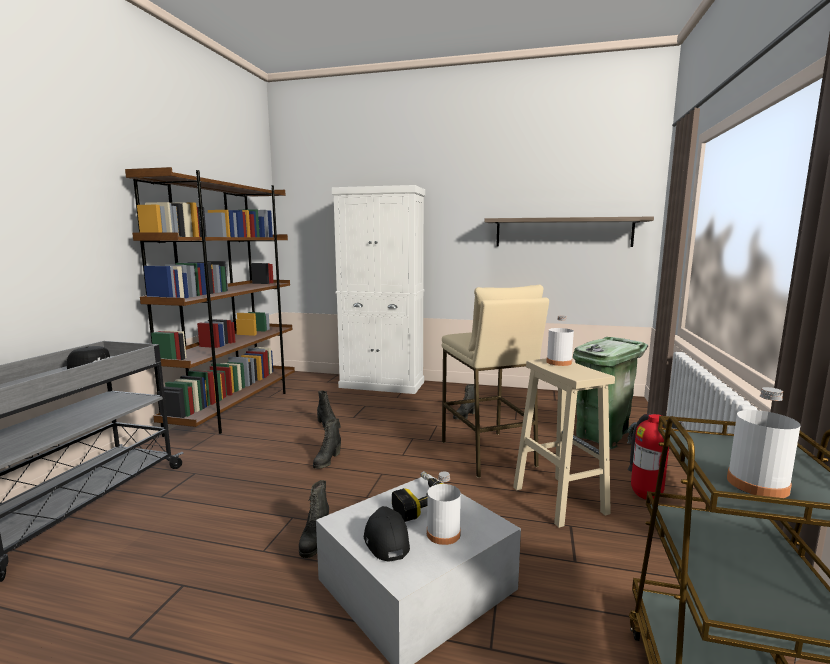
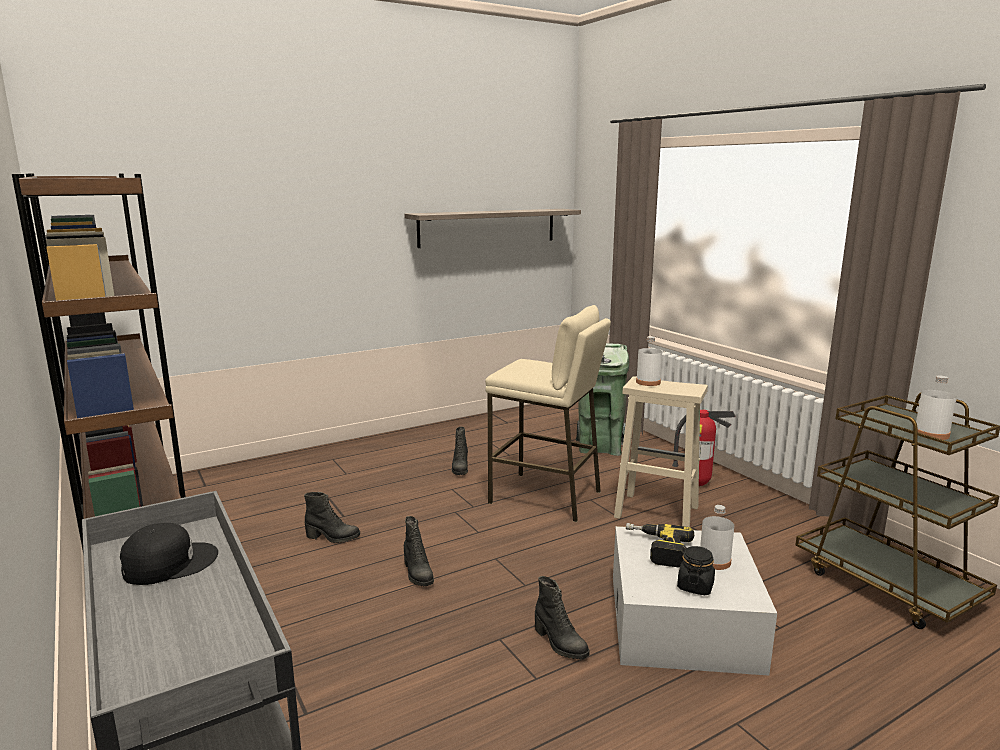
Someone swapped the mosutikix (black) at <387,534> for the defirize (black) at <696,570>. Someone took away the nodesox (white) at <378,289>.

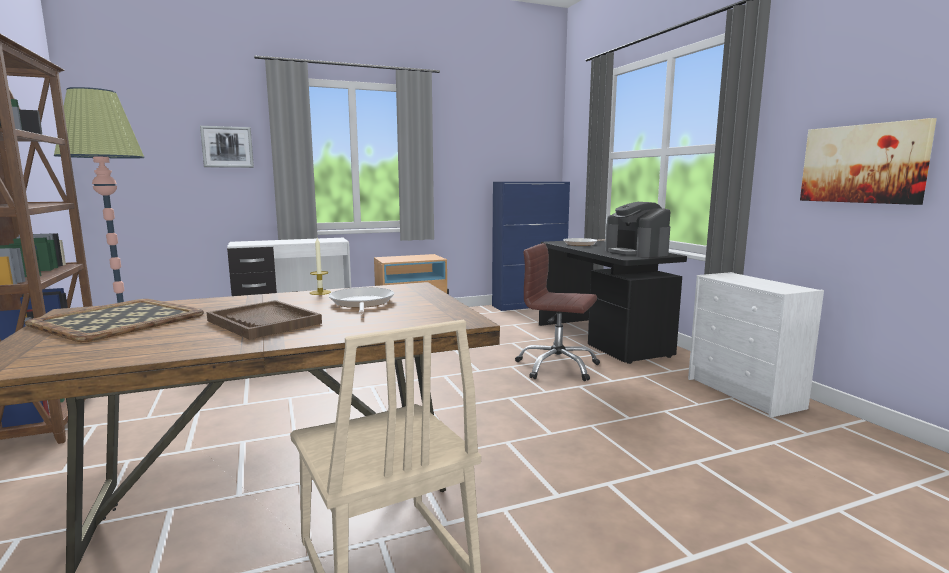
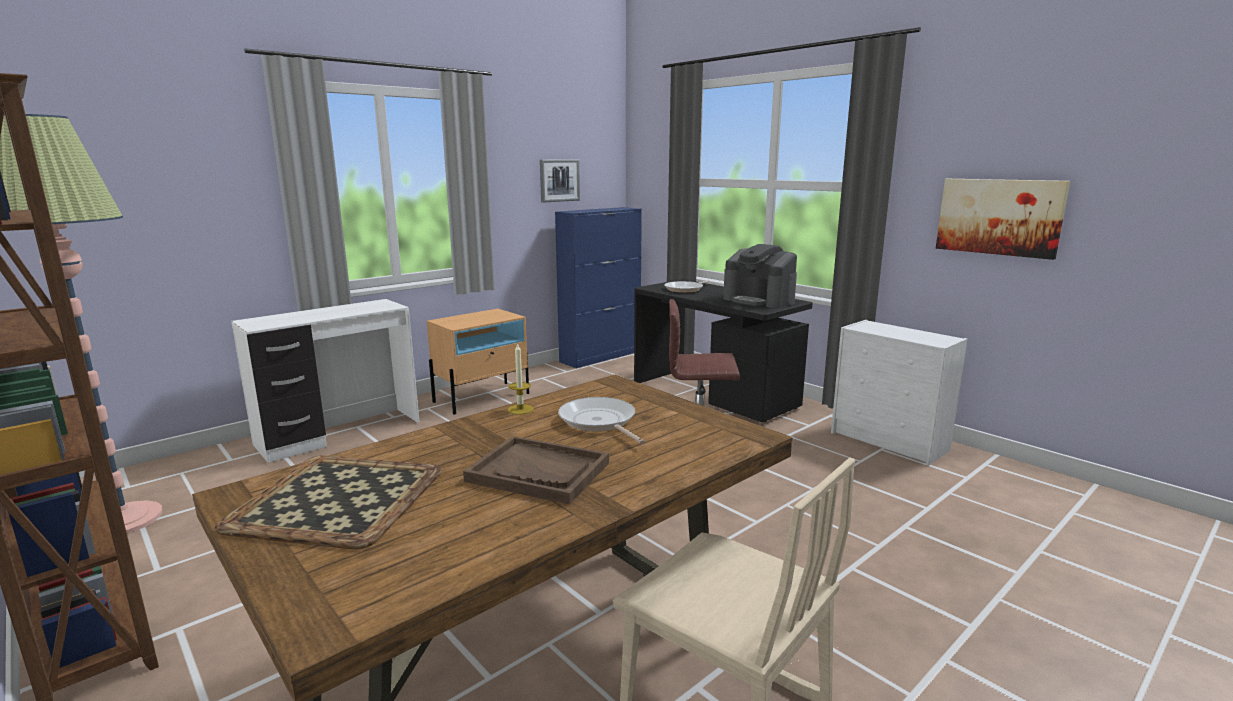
Someone carried the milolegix from <227,147> to <560,181>.

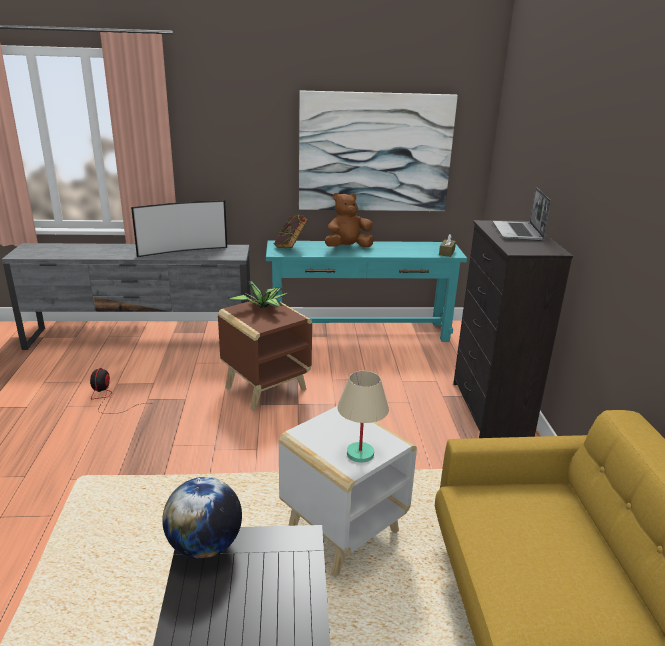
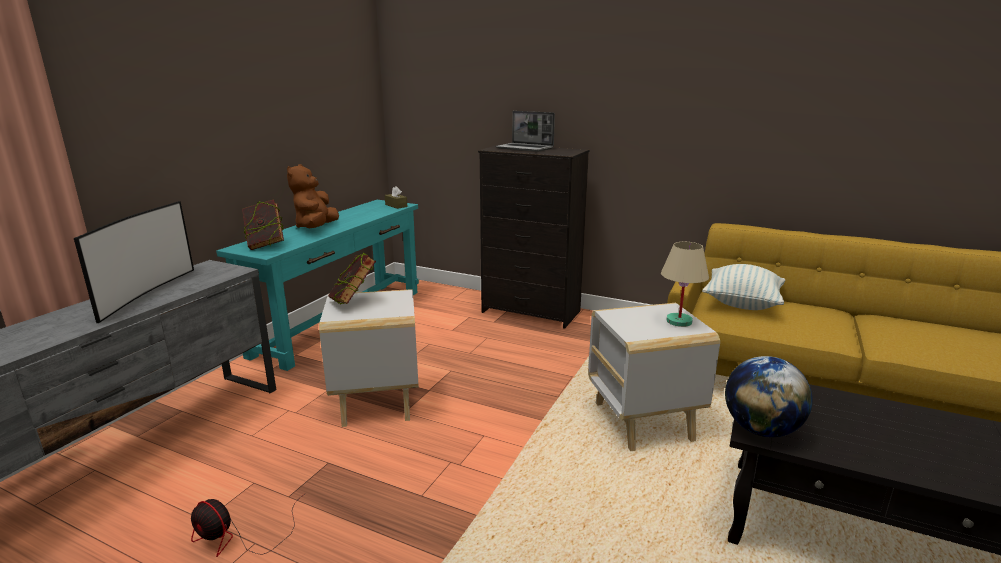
Someone repainted the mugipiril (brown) at <265,355>, which became the mugipiril (white) at <369,358>. Someone swapped the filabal at <258,294> for the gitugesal at <352,278>. Someone put down the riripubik at <743,287>. Someone took away the milolegix at <378,150>.

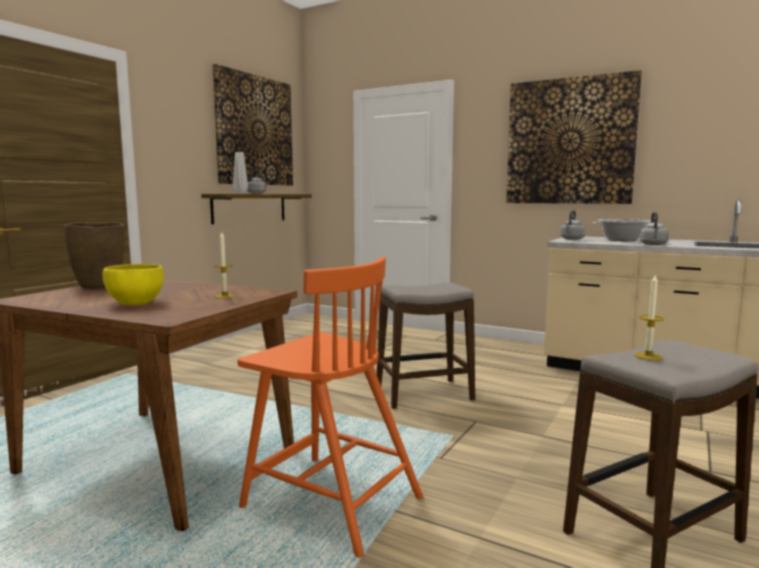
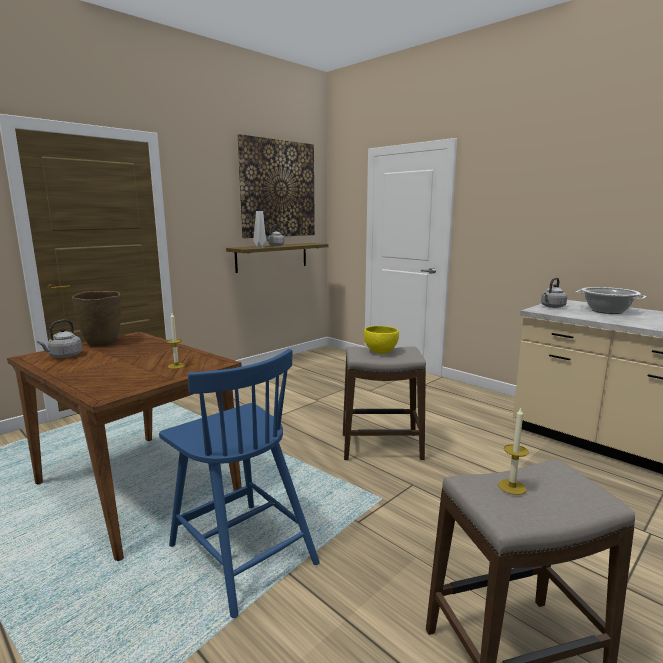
Someone carried the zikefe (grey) from <654,228> to <59,338>. Someone repainted the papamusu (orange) at <330,407>, which became the papamusu (blue) at <239,483>. Someone carried the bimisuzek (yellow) from <133,284> to <381,340>. Someone took away the milolegix at <574,137>.

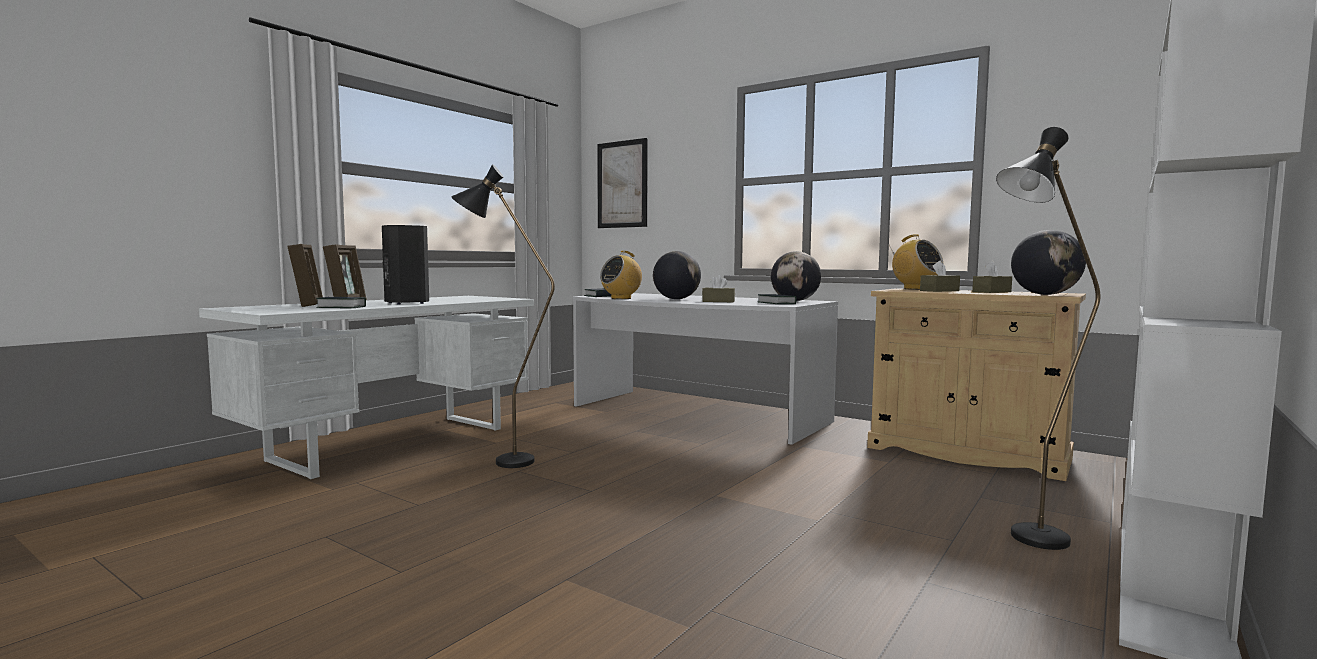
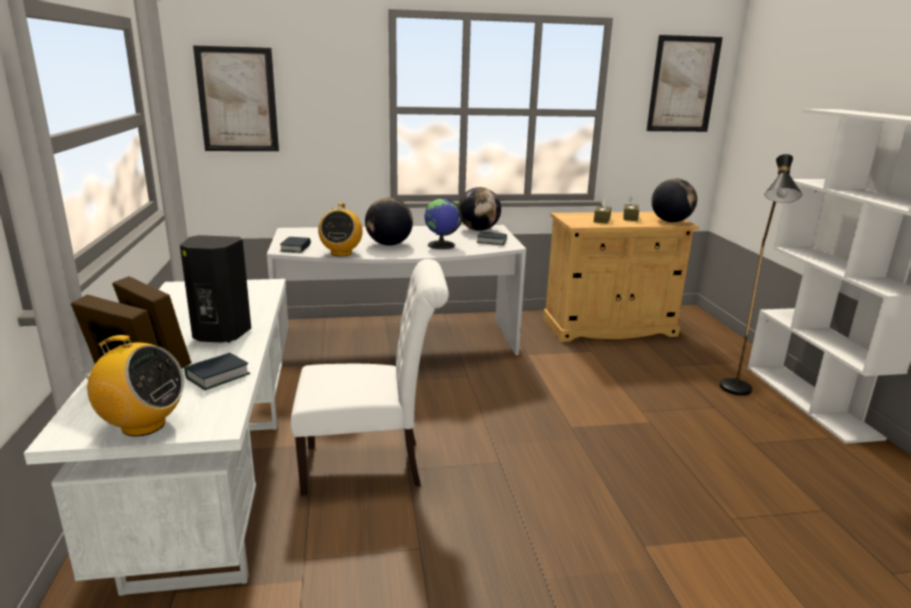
Someone carried the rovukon from <916,262> to <129,386>. Someone swapped the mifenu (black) at <503,316> for the papamusu (white) at <370,377>. Someone swapped the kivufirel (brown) at <718,288> for the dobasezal at <443,224>. Someone put up the milolegix at <685,83>.

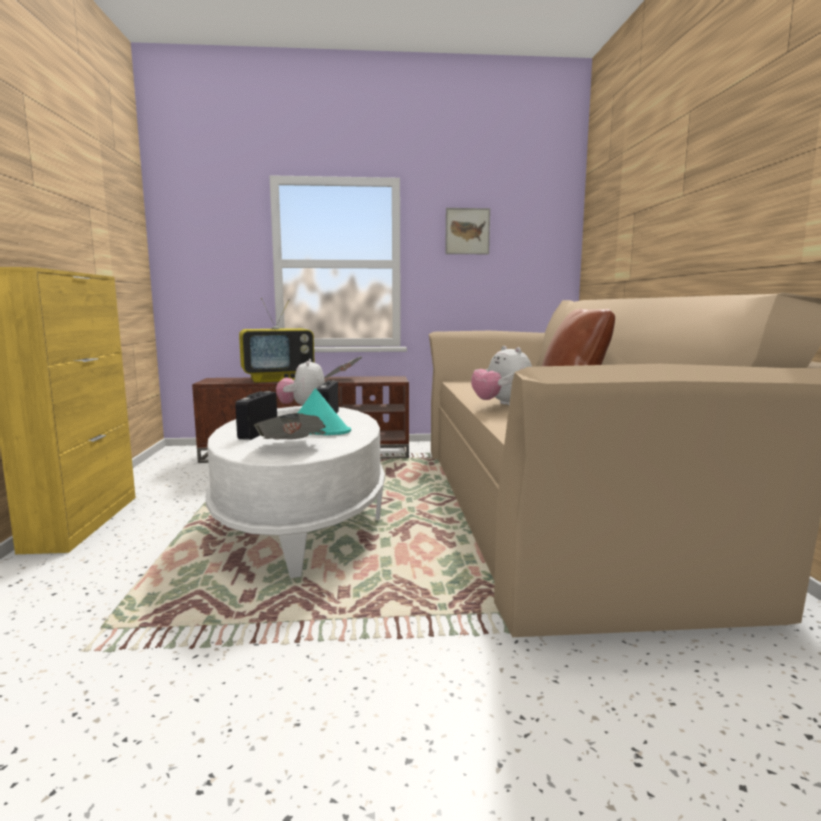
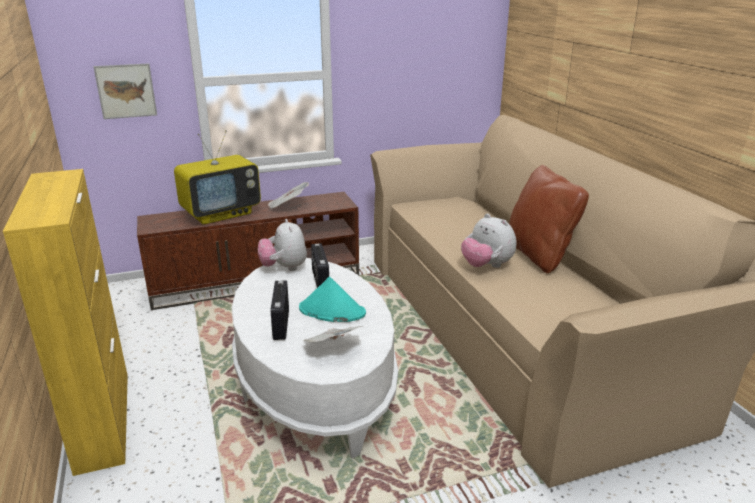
Someone carried the milolegix from <467,231> to <125,91>.

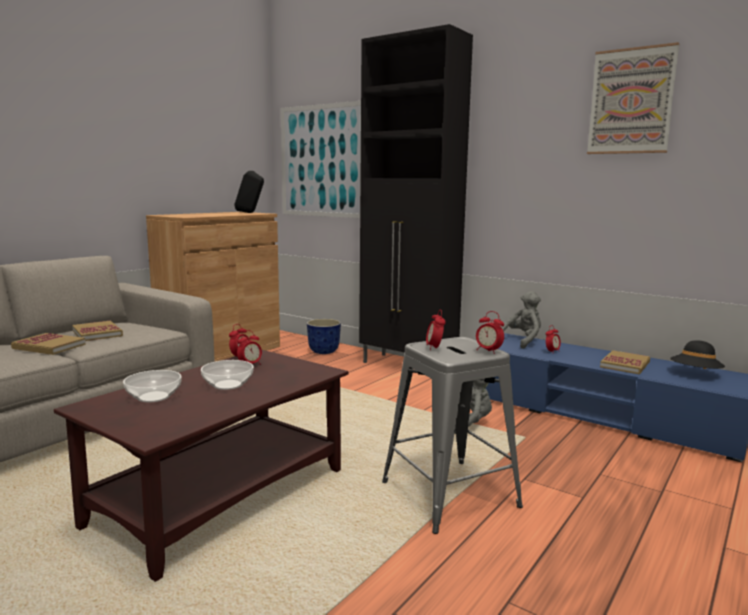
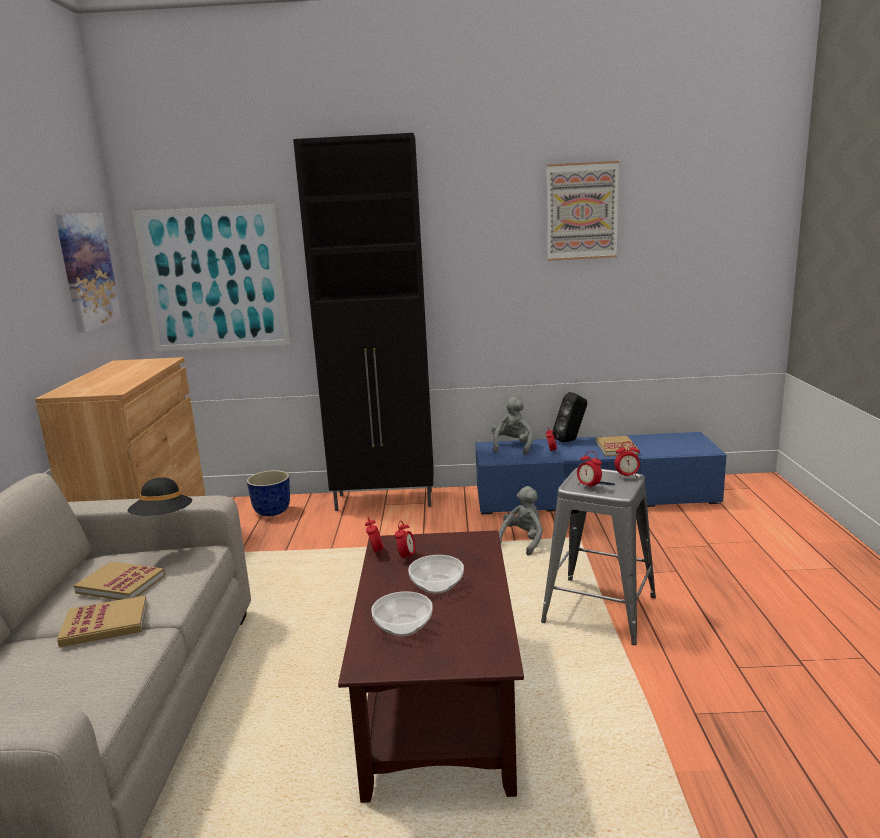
Someone put up the milolegix at <88,273>. Someone carried the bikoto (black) from <697,354> to <160,496>. Someone carried the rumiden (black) from <249,192> to <569,417>.

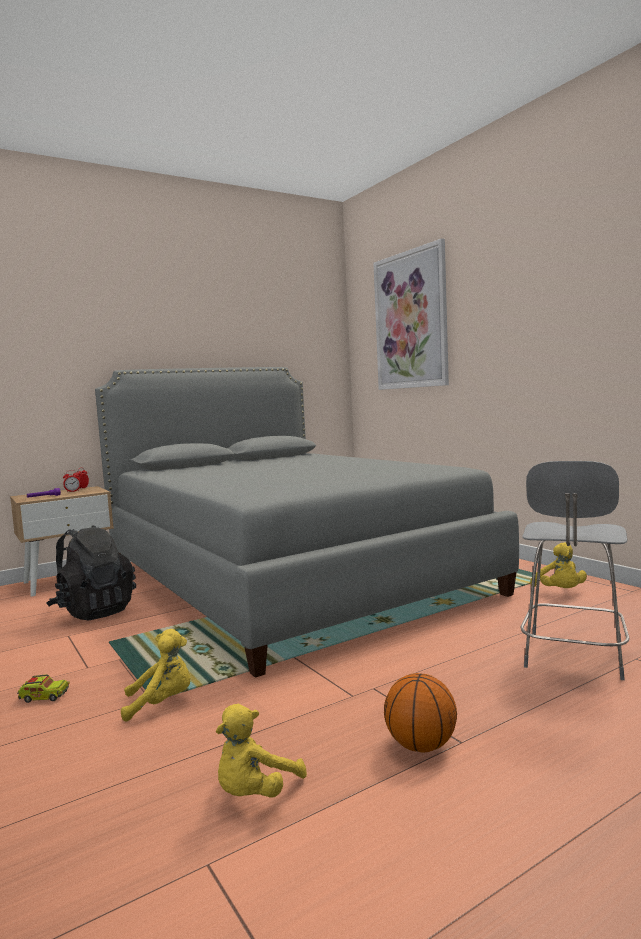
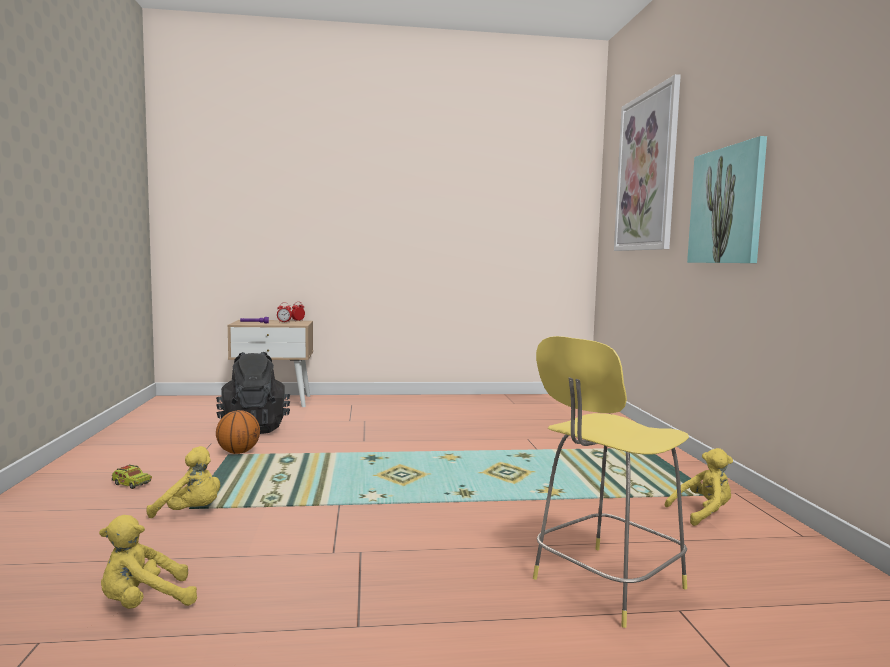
Someone carried the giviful from <420,713> to <238,432>. Someone repainted the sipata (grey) at <575,570>, which became the sipata (yellow) at <611,482>. Someone rotated the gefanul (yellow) at <558,565> by 120 degrees counterclockwise. Someone put up the milolegix at <727,199>. Someone took away the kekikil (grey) at <307,522>.

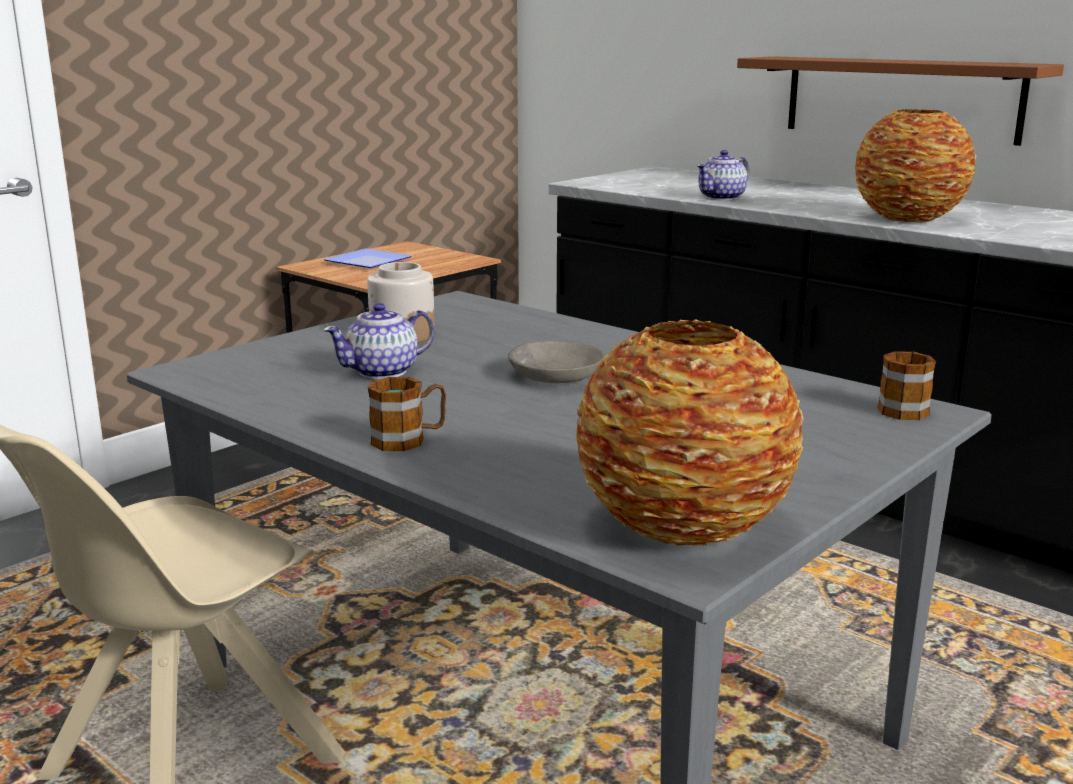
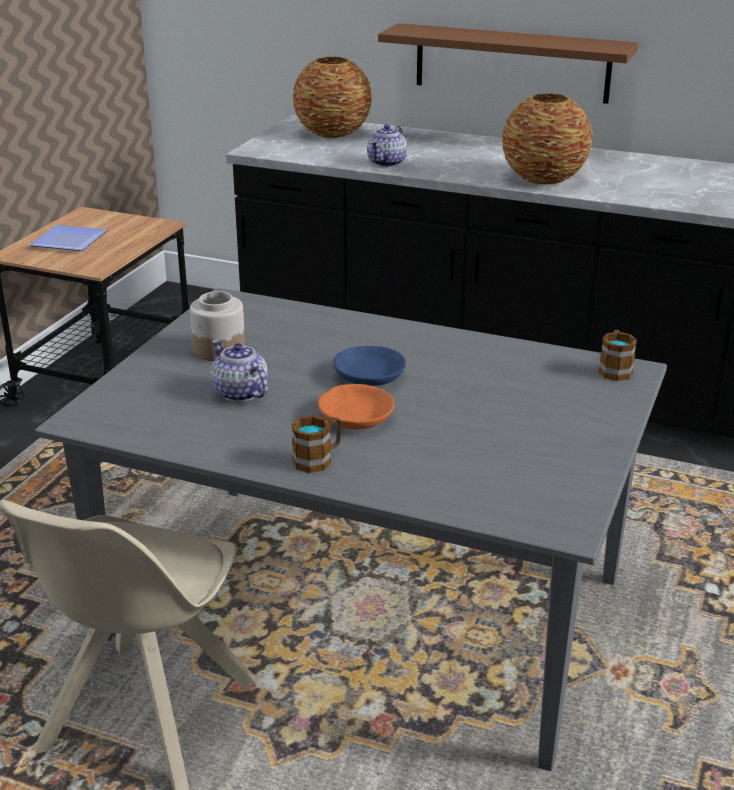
Someone rotated the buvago at <379,341> by 105 degrees clockwise. Someone carried the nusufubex from <689,432> to <332,97>. Someone put down the bimisuzek (orange) at <356,406>. Someone repainted the bimisuzek (grey) at <556,362>, which became the bimisuzek (blue) at <369,366>.

